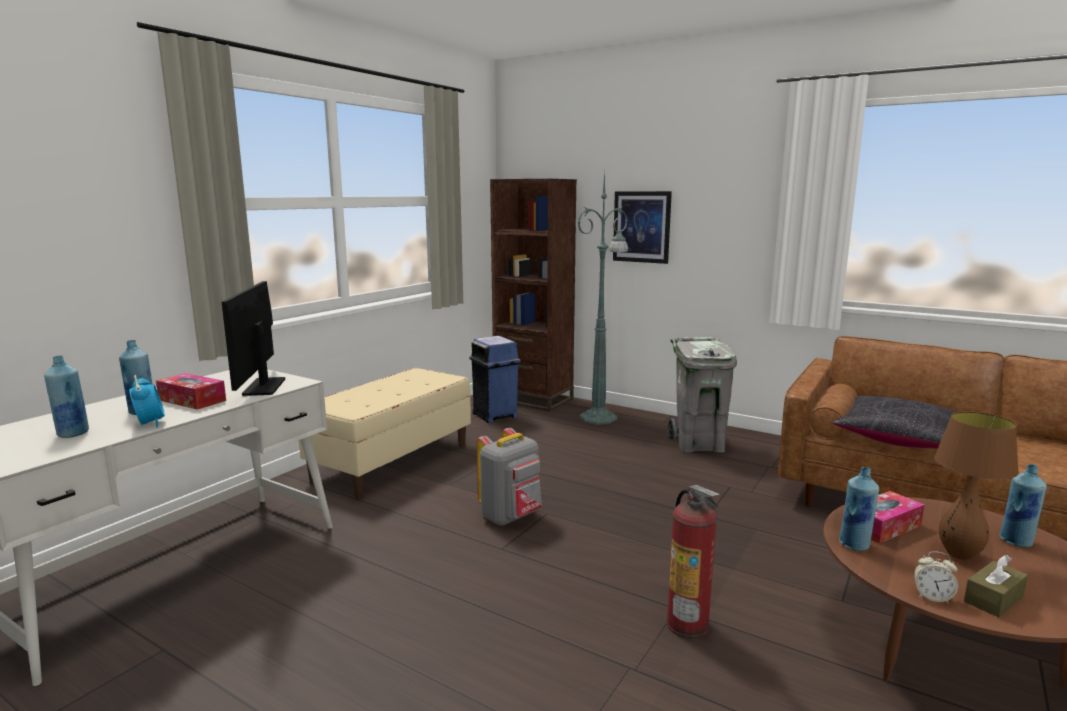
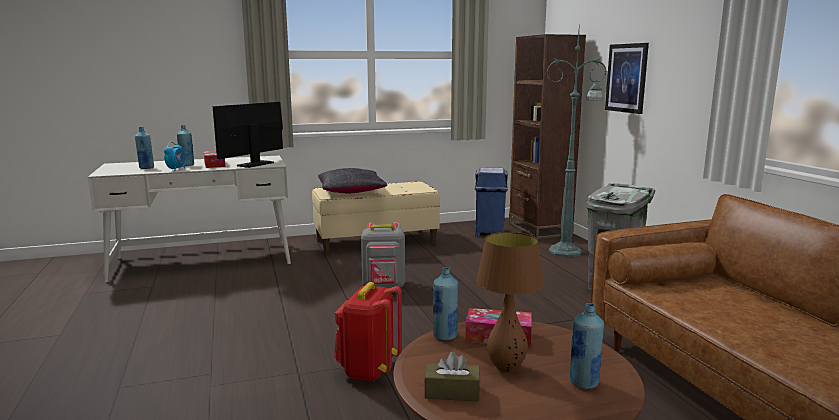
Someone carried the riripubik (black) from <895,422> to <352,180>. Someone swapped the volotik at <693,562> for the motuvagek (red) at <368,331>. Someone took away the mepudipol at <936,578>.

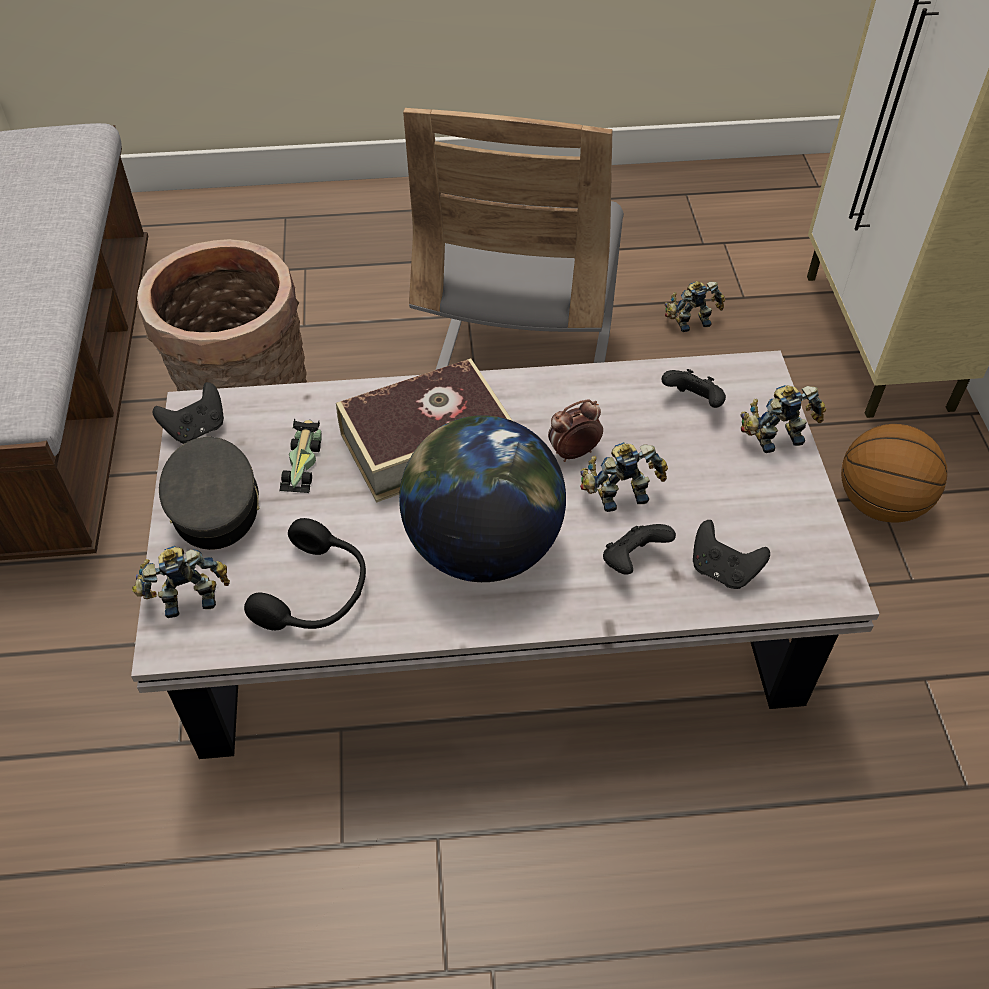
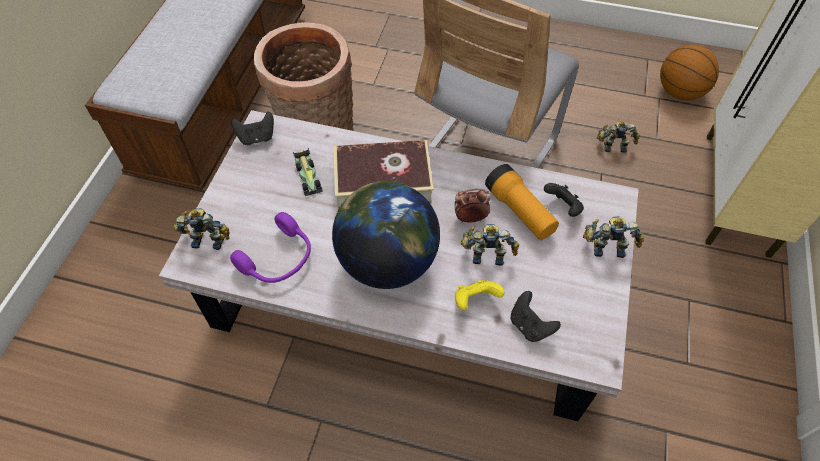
Someone repainted the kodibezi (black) at <305,574>, which became the kodibezi (purple) at <270,247>. Someone rotated the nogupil at <301,456> by 45 degrees counterclockwise. Someone repainted the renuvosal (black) at <639,549>, which became the renuvosal (yellow) at <480,295>. Someone put down the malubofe at <522,202>. Someone carried the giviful from <894,473> to <689,72>. Someone took away the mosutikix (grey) at <209,493>.

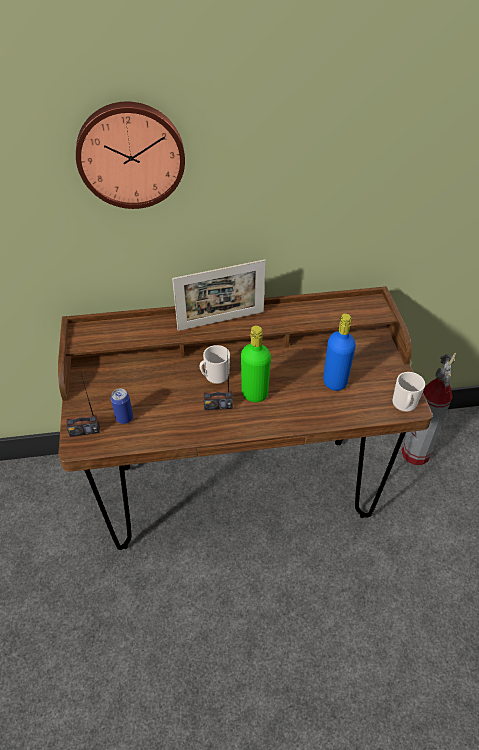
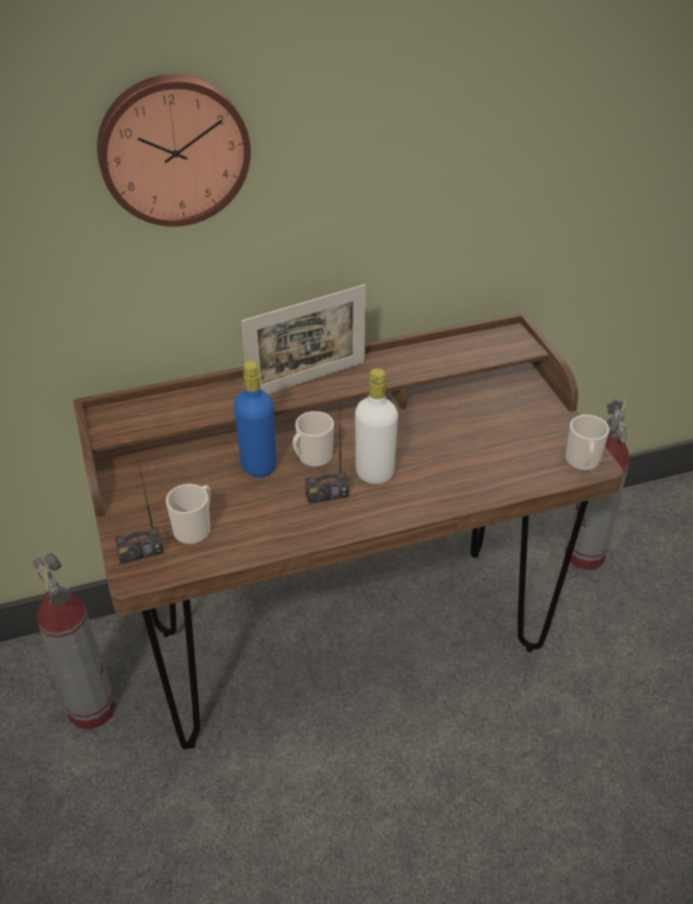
Someone put down the volotik at <74,641>. Someone swapped the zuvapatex at <122,406> for the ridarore at <188,514>. Someone carried the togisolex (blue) from <339,352> to <255,419>. Someone repainted the togisolex (green) at <256,363>, which became the togisolex (white) at <376,426>.

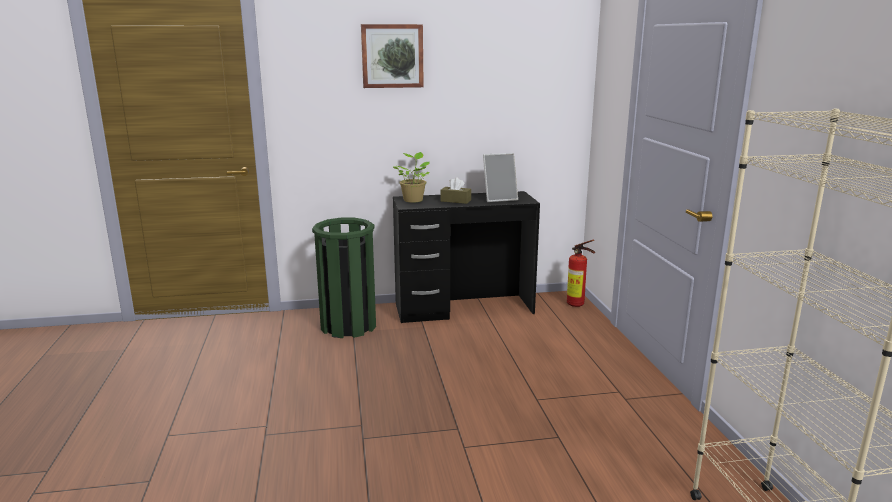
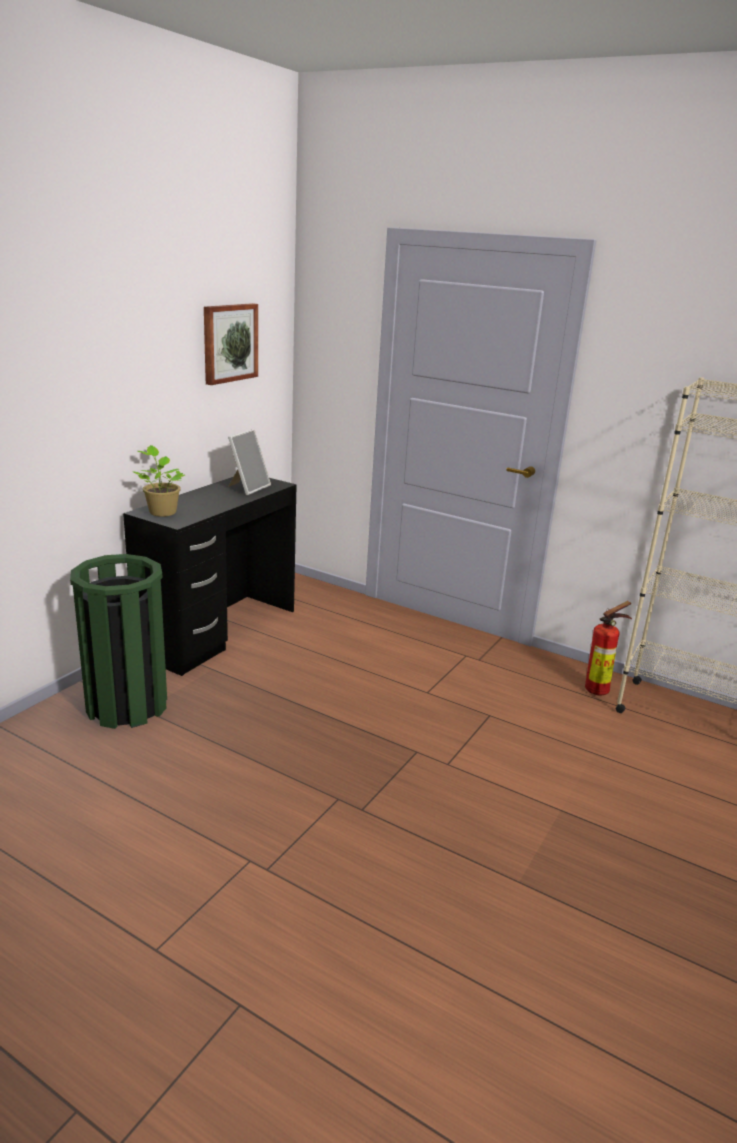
Someone carried the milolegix from <392,56> to <231,344>. Someone carried the volotik from <581,273> to <608,648>. Someone took away the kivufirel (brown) at <456,190>.

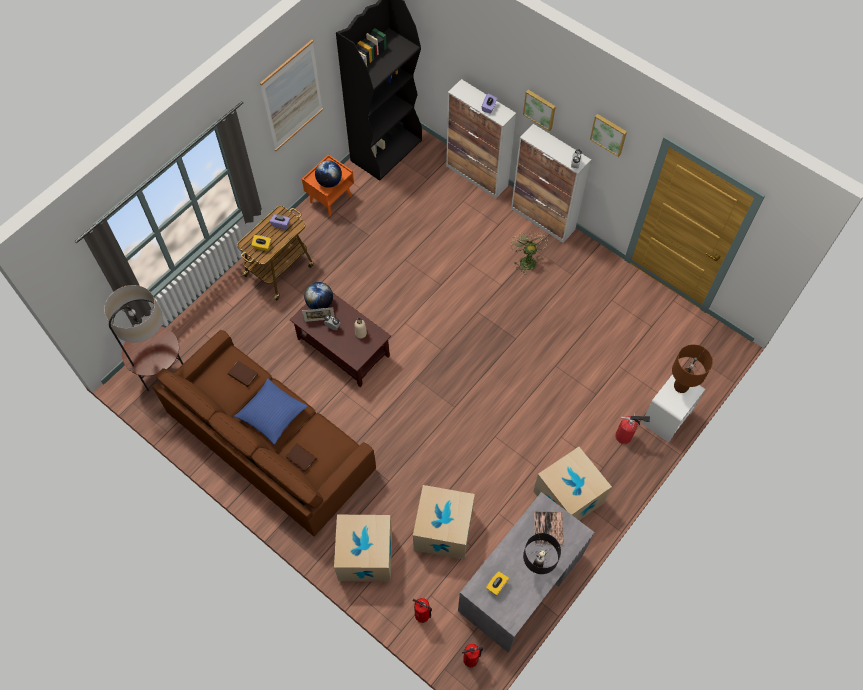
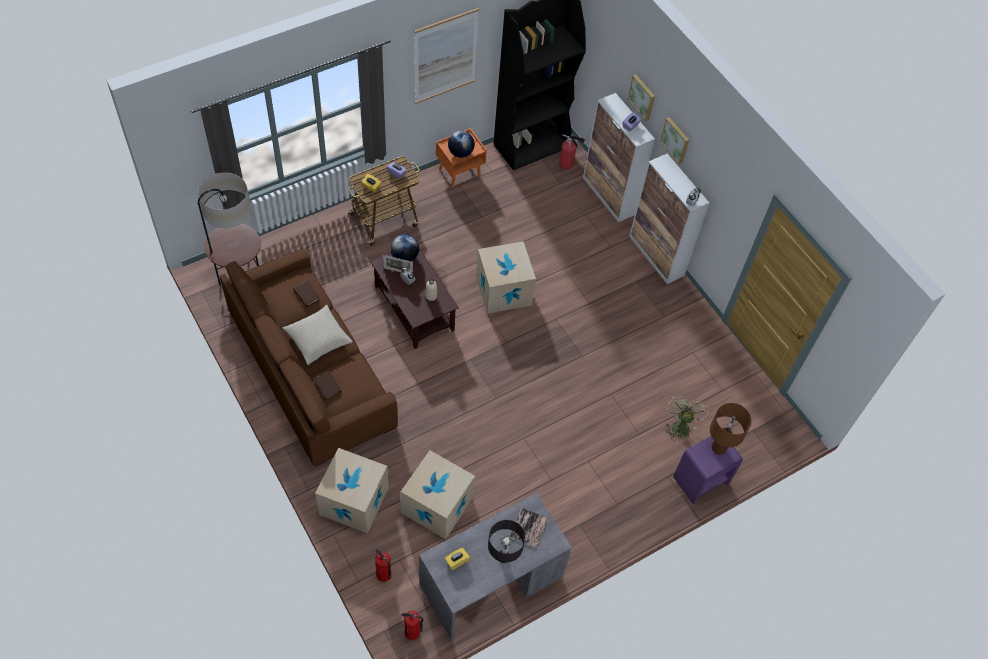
Someone repainted the riripubik (blue) at <271,411>, which became the riripubik (beige) at <317,335>. Someone carried the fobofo from <572,484> to <506,277>. Someone carried the volotik from <632,430> to <572,152>. Someone carried the milolegix from <608,135> to <641,97>. Someone carried the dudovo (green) from <529,253> to <687,418>. Someone repainted the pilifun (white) at <673,408>, which became the pilifun (purple) at <708,470>.

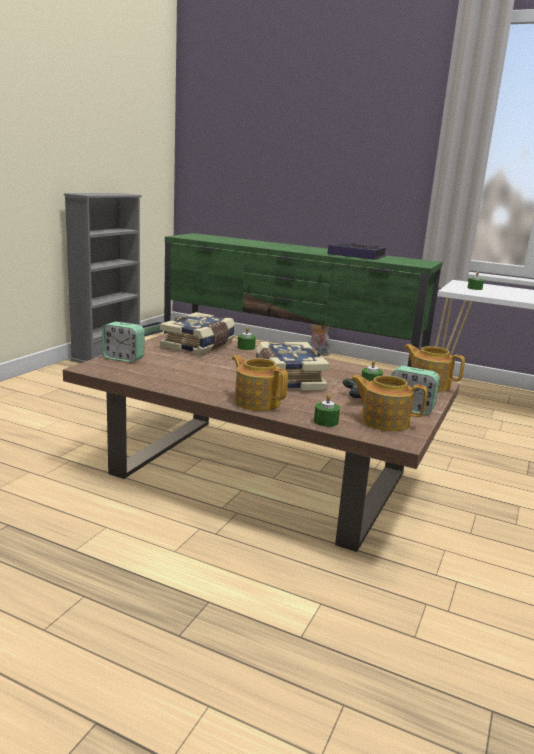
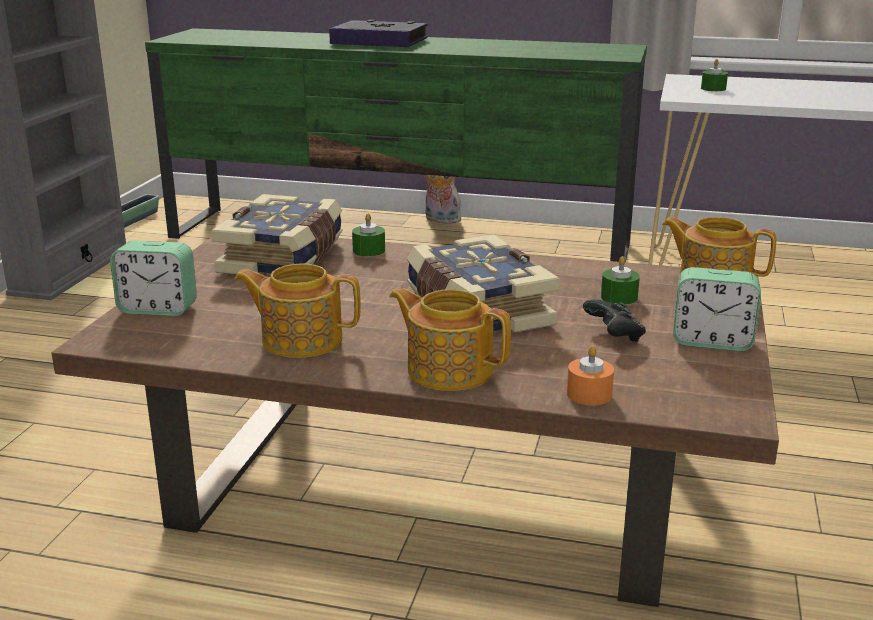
Someone carried the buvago from <388,403> to <297,311>. Someone carried the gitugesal from <357,251> to <378,33>. Someone repainted the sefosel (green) at <327,410>, which became the sefosel (orange) at <590,375>.

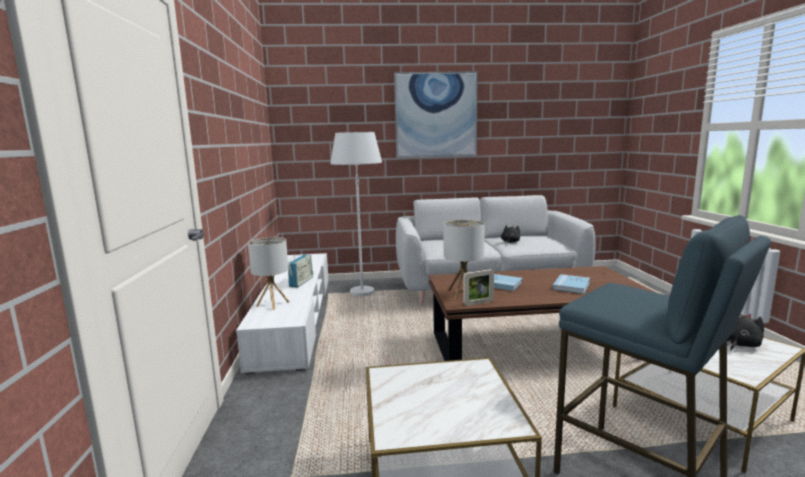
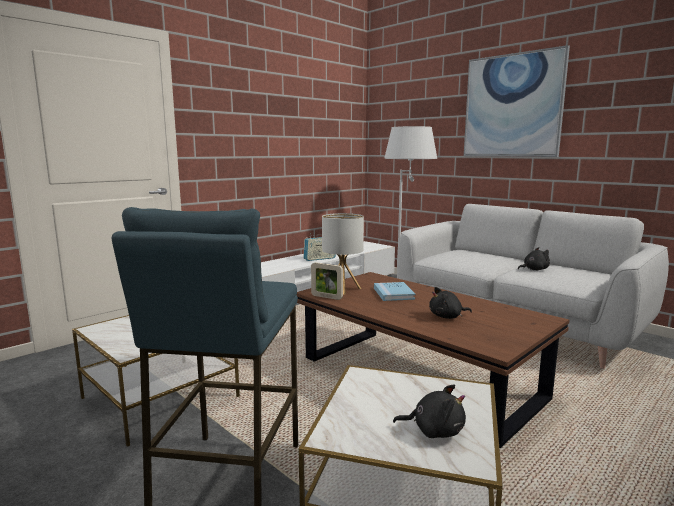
Someone swapped the gitugesal (blue) at <571,284> for the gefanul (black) at <450,303>. Someone took away the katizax at <269,273>.

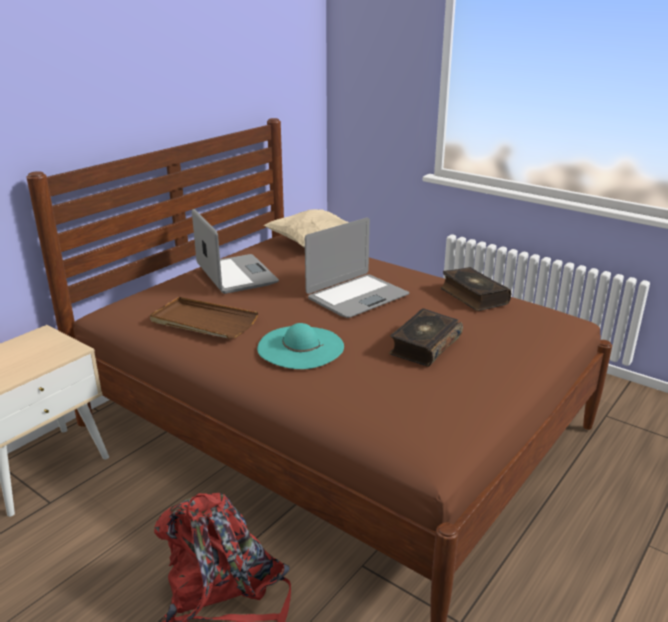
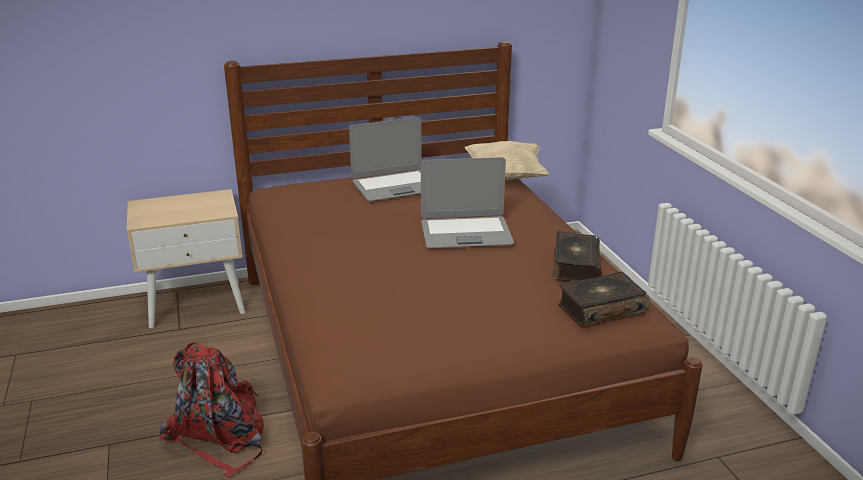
Someone rotated the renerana at <235,251> by 60 degrees clockwise. Someone carried the gitugesal from <426,338> to <604,299>. Someone took away the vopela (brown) at <204,318>. Someone took away the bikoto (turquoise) at <300,346>.

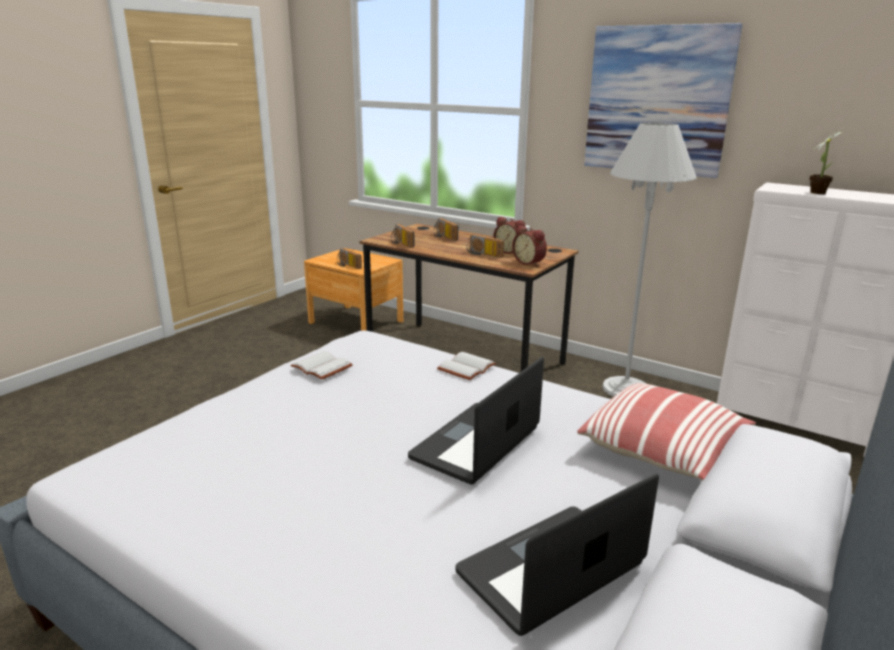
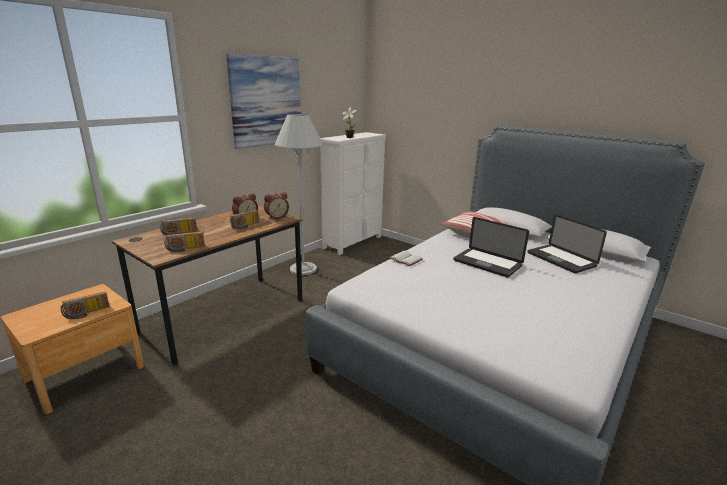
Someone took away the gitugesal (white) at <322,365>.

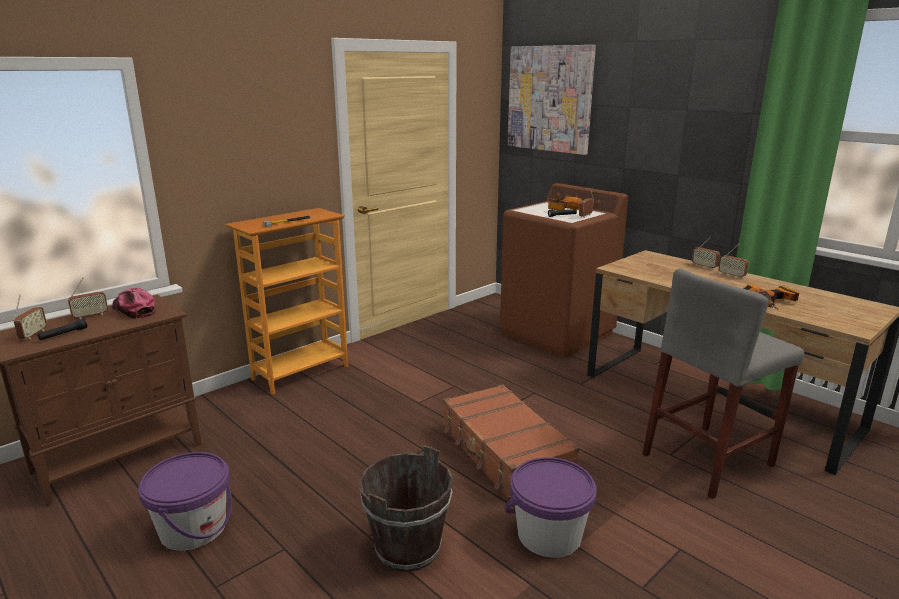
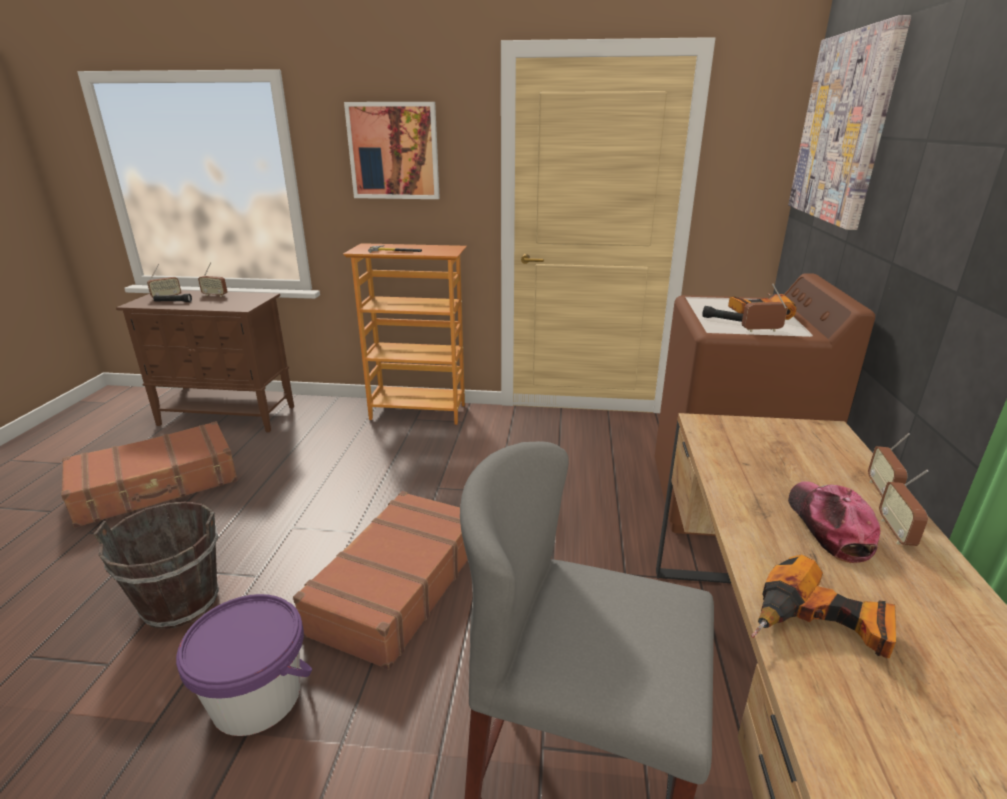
Someone swapped the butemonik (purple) at <185,501> for the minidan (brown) at <149,474>. Someone put up the milolegix at <392,150>. Someone carried the mosutikix from <134,303> to <834,522>.

